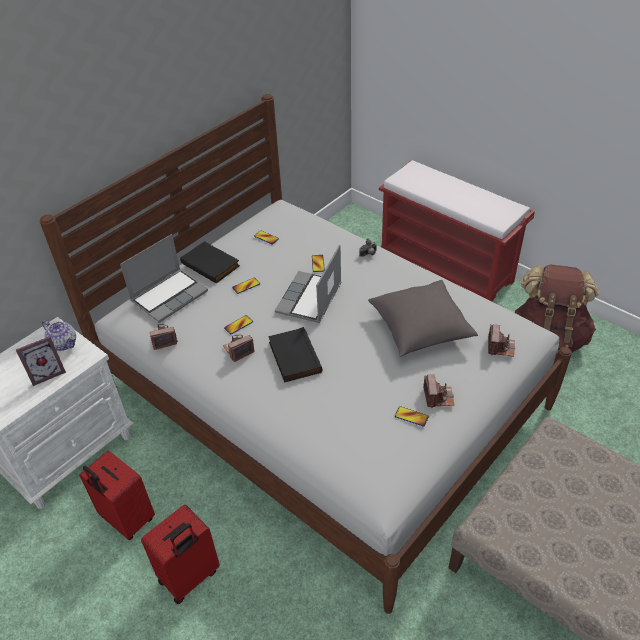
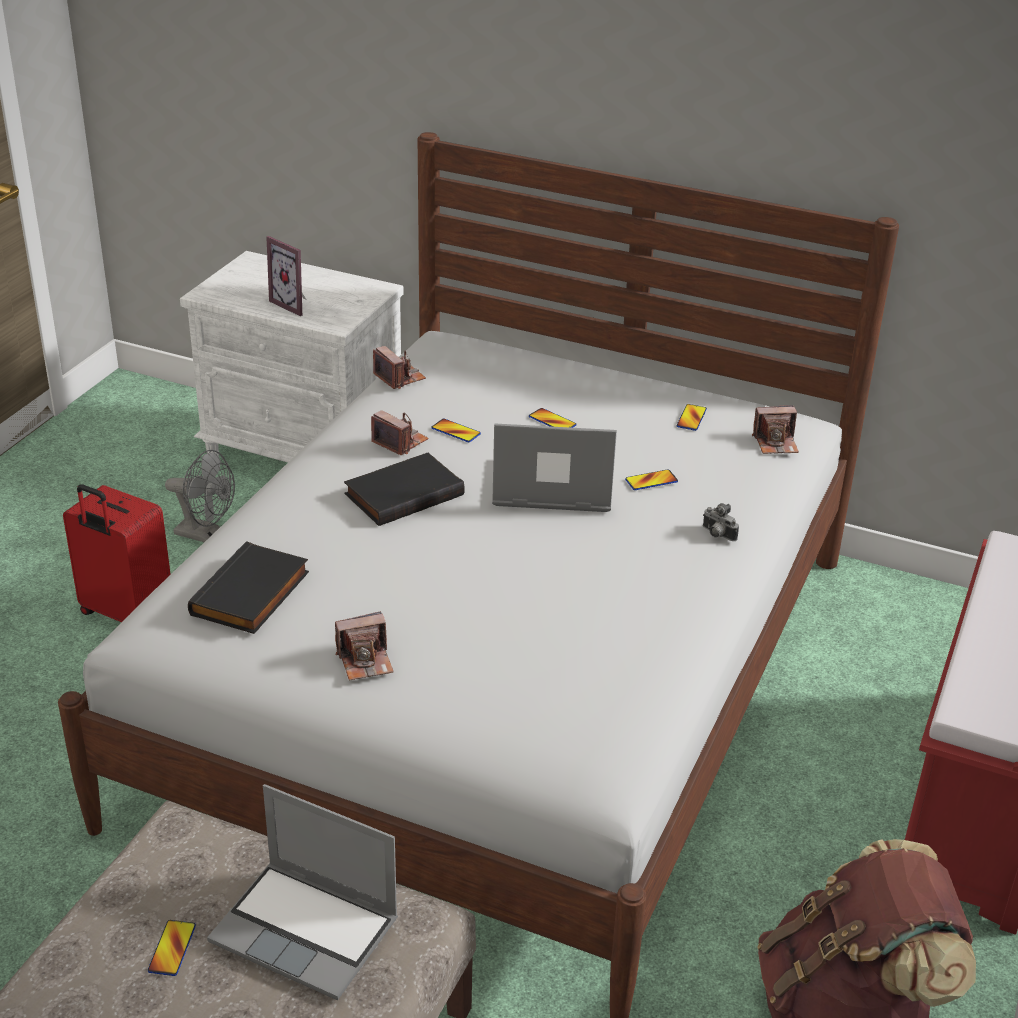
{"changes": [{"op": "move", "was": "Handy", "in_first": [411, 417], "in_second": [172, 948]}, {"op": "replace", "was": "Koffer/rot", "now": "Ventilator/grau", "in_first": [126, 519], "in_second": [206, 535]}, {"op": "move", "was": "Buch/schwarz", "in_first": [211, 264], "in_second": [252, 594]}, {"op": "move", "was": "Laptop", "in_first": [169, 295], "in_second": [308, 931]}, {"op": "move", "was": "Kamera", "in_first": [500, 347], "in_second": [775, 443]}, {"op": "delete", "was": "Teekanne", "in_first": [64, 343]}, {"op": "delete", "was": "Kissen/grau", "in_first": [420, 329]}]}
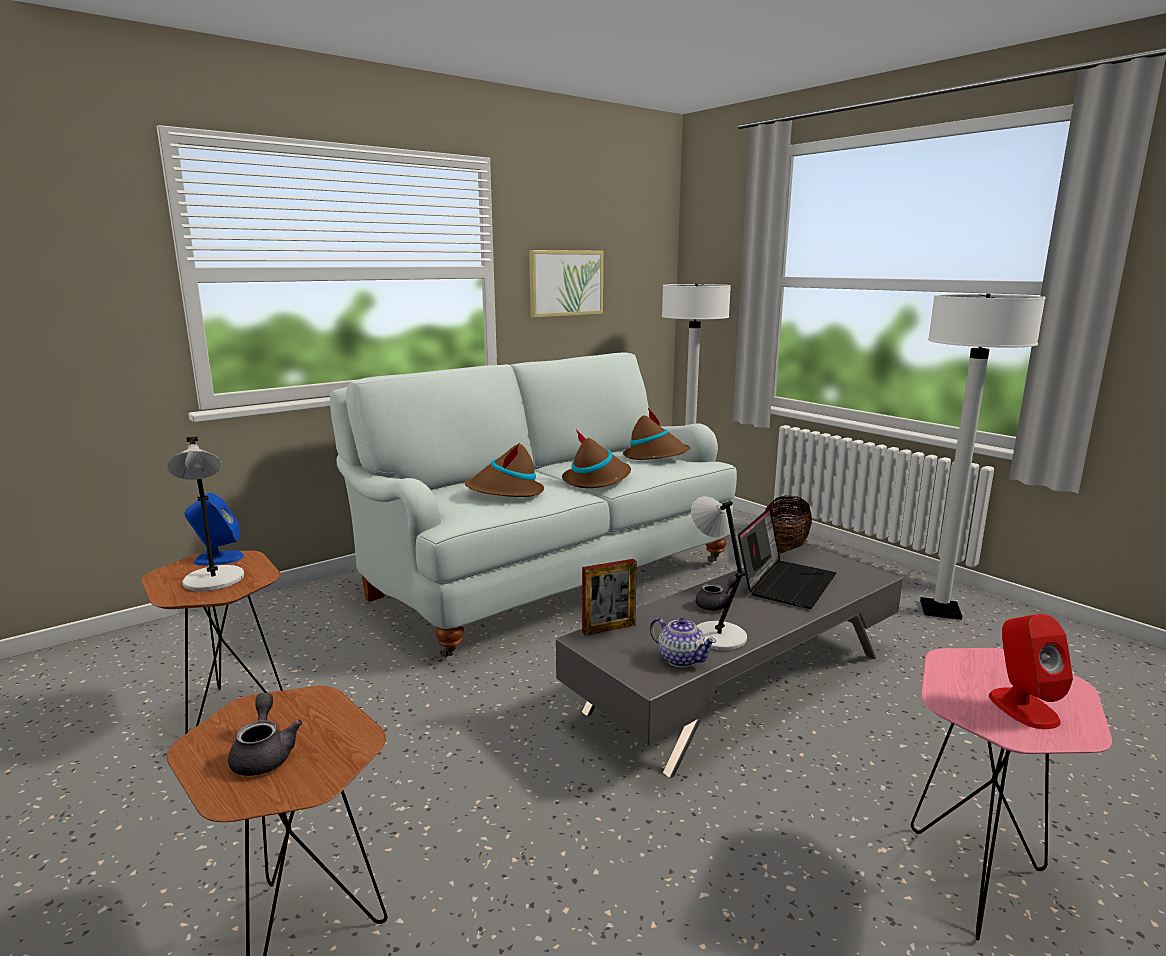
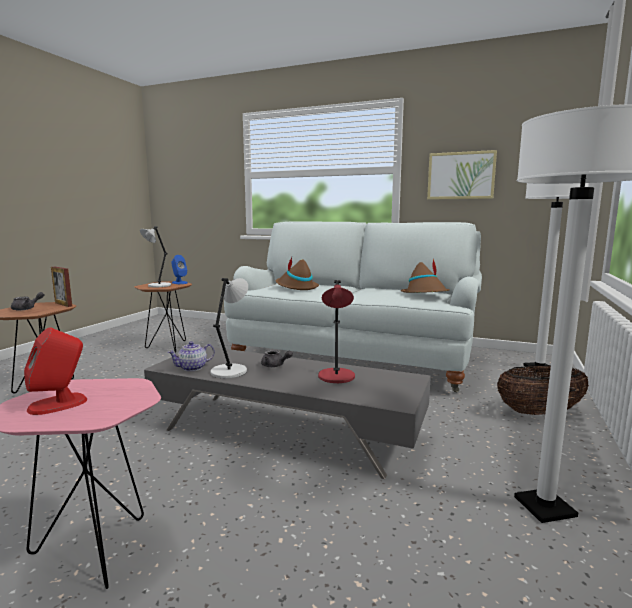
{"changes": [{"op": "move", "was": "Bilderrahmen", "in_first": [608, 628], "in_second": [63, 304]}, {"op": "rotate", "was": "Teekanne", "in_first": [681, 659], "in_second": [193, 368], "clockwise": 45}, {"op": "replace", "was": "Laptop", "now": "Tischlampe/rot", "in_first": [785, 583], "in_second": [336, 377]}, {"op": "delete", "was": "Hut/braun", "in_first": [597, 480]}]}
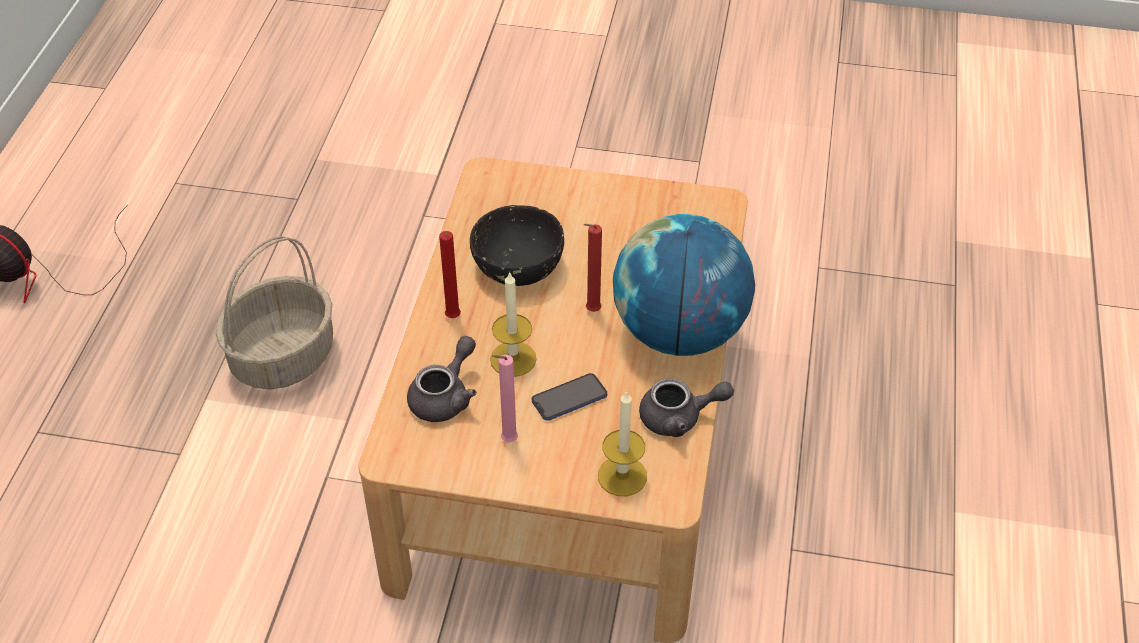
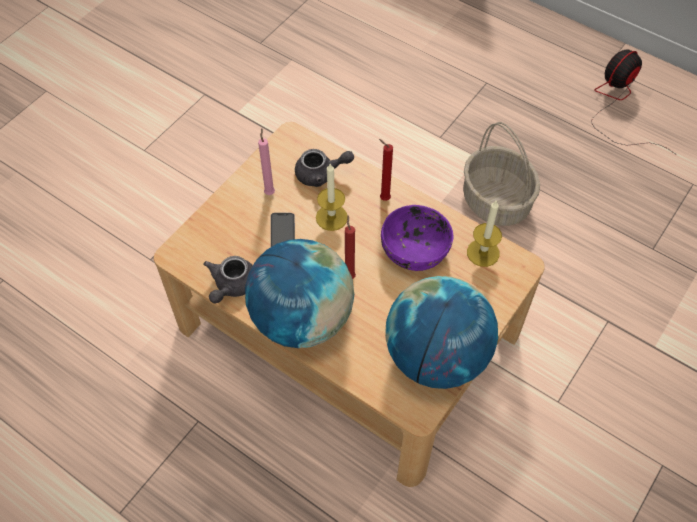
{"changes": [{"op": "rotate", "was": "Teekanne/grau", "in_first": [445, 396], "in_second": [321, 174], "clockwise": -60}, {"op": "recolor", "was": "Schüssel/schwarz", "now": "Schüssel/lila", "in_first": [517, 264], "in_second": [415, 250]}, {"op": "insert", "now": "Globus", "in_second": [436, 356]}, {"op": "move", "was": "Kerze", "in_first": [622, 476], "in_second": [483, 252]}]}
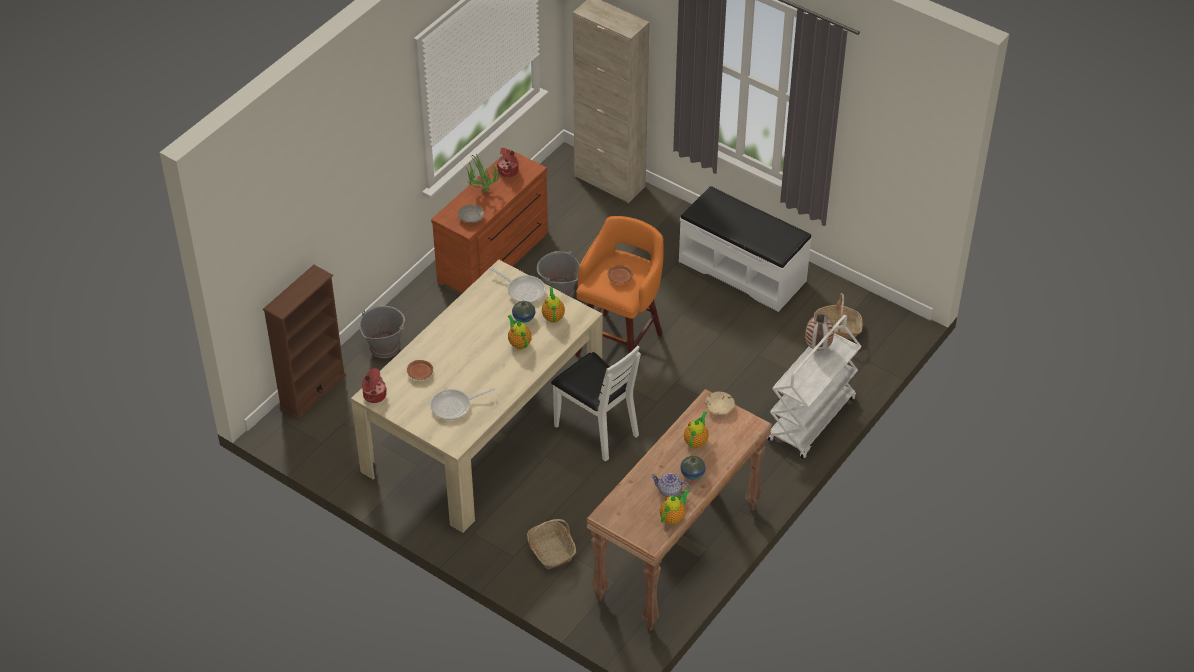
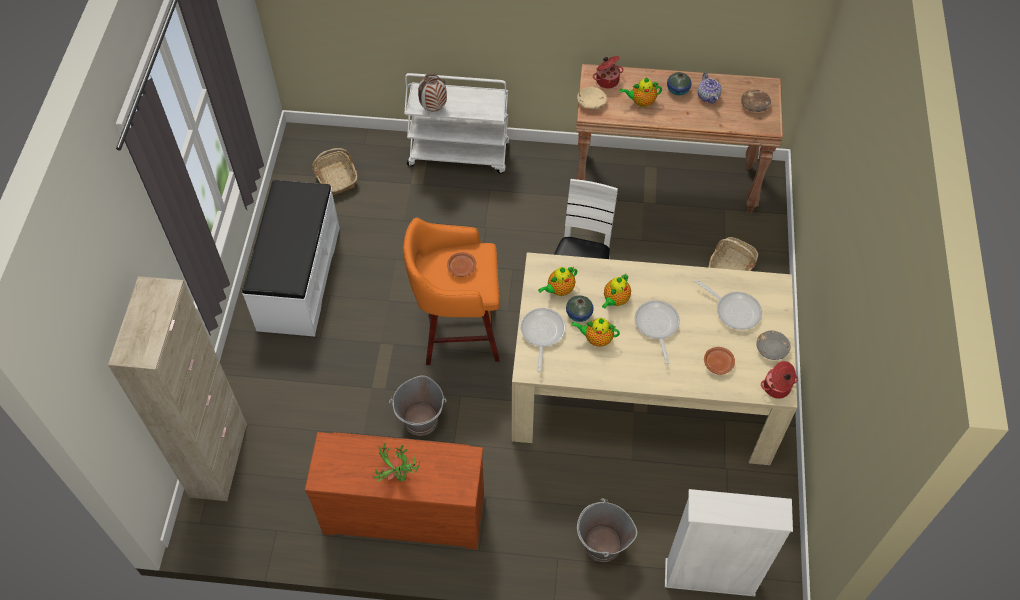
{"changes": [{"op": "move", "was": "Teekanne", "in_first": [673, 517], "in_second": [596, 339]}, {"op": "move", "was": "Kochtopf", "in_first": [509, 171], "in_second": [607, 80]}, {"op": "insert", "now": "Pfanne", "in_second": [656, 326]}, {"op": "recolor", "was": "Bücherregal/braun", "now": "Bücherregal/weiß", "in_first": [313, 391], "in_second": [709, 578]}, {"op": "insert", "now": "Schüssel/braun", "in_second": [755, 105]}, {"op": "move", "was": "Schüssel/grau", "in_first": [471, 218], "in_second": [772, 348]}]}
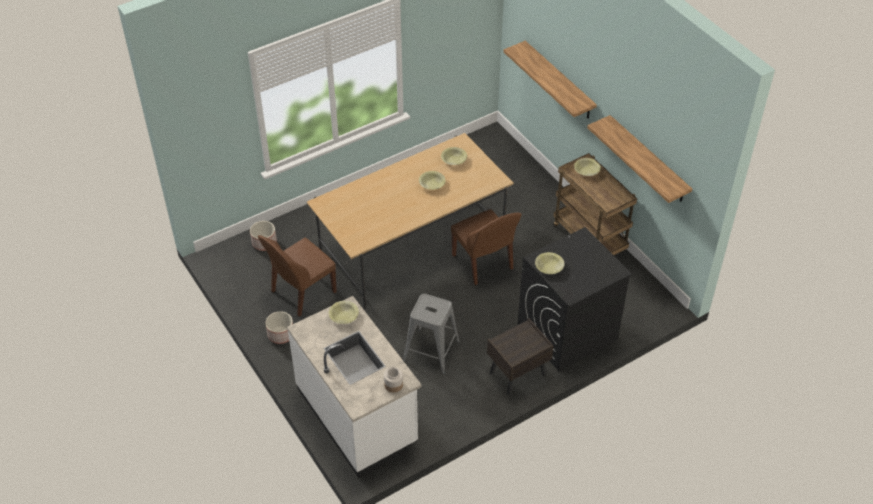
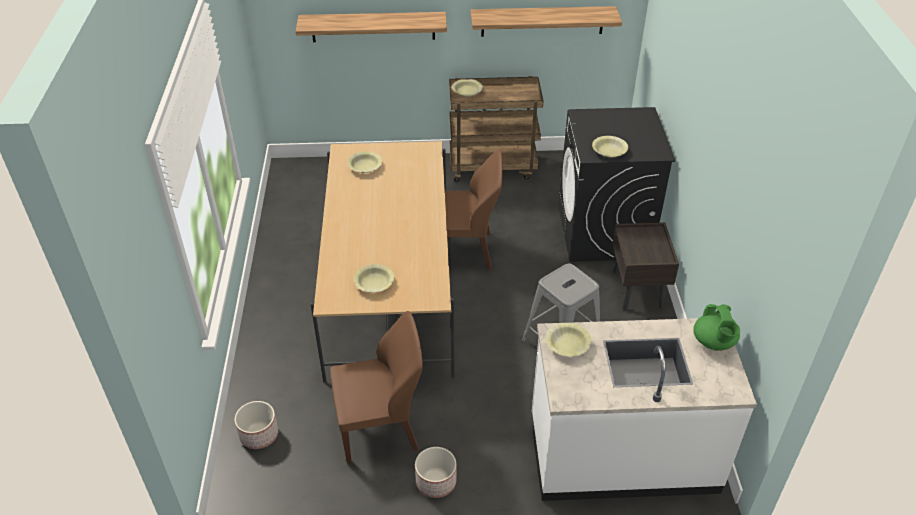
{"changes": [{"op": "rotate", "was": "Stuhl/braun", "in_first": [302, 292], "in_second": [380, 429], "clockwise": -90}, {"op": "move", "was": "Schüssel/gelb", "in_first": [432, 183], "in_second": [374, 283]}, {"op": "replace", "was": "Vorratsglas", "now": "Teekanne/grün", "in_first": [393, 385], "in_second": [714, 342]}]}
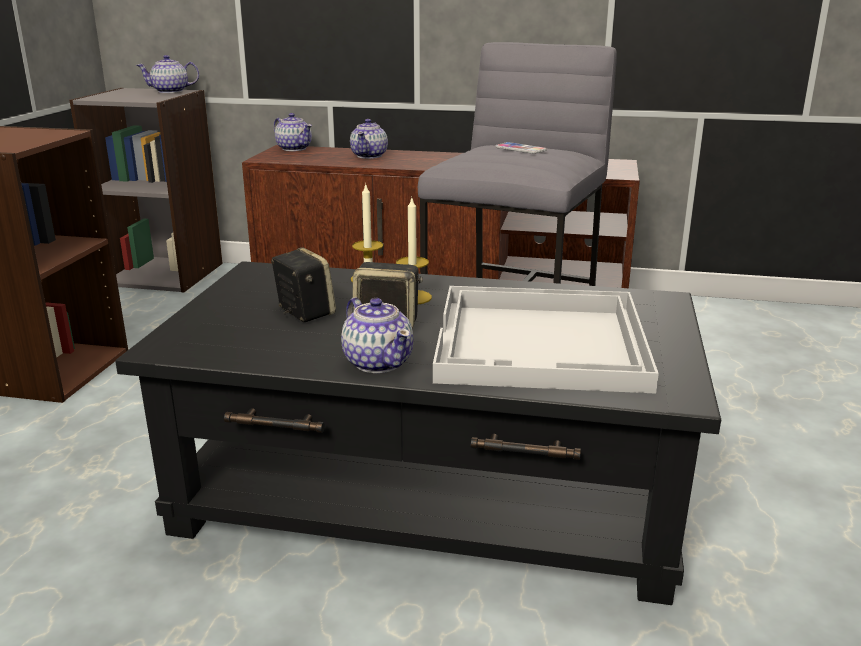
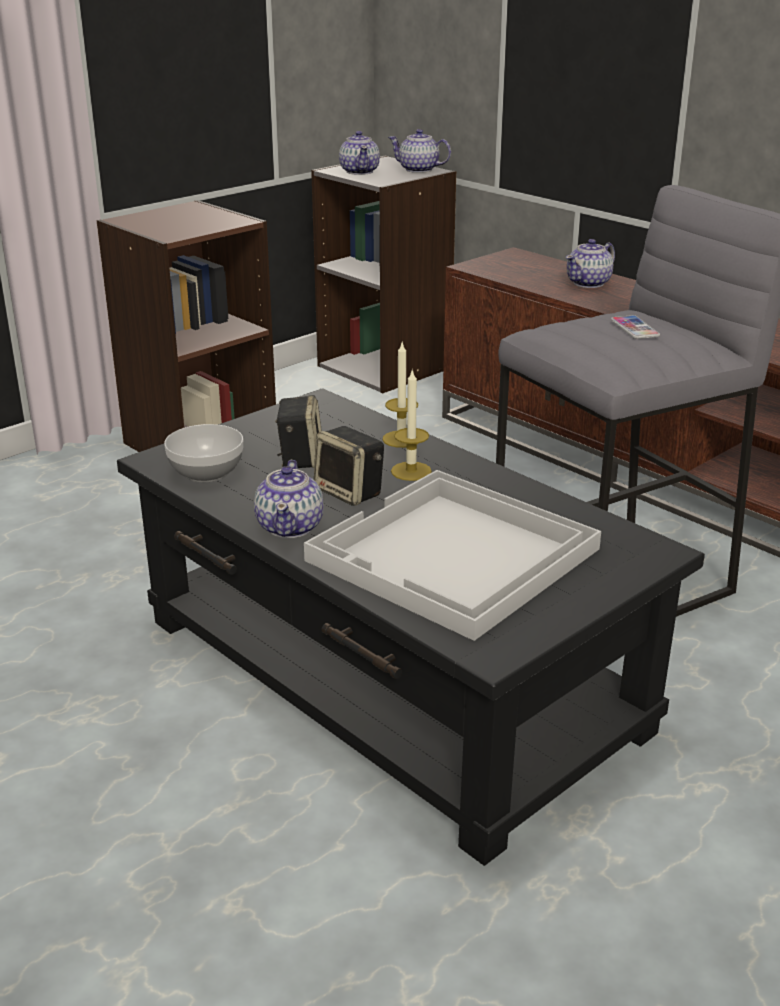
{"changes": [{"op": "insert", "now": "Schüssel", "in_second": [207, 473]}, {"op": "move", "was": "Teekanne", "in_first": [294, 148], "in_second": [360, 171]}]}
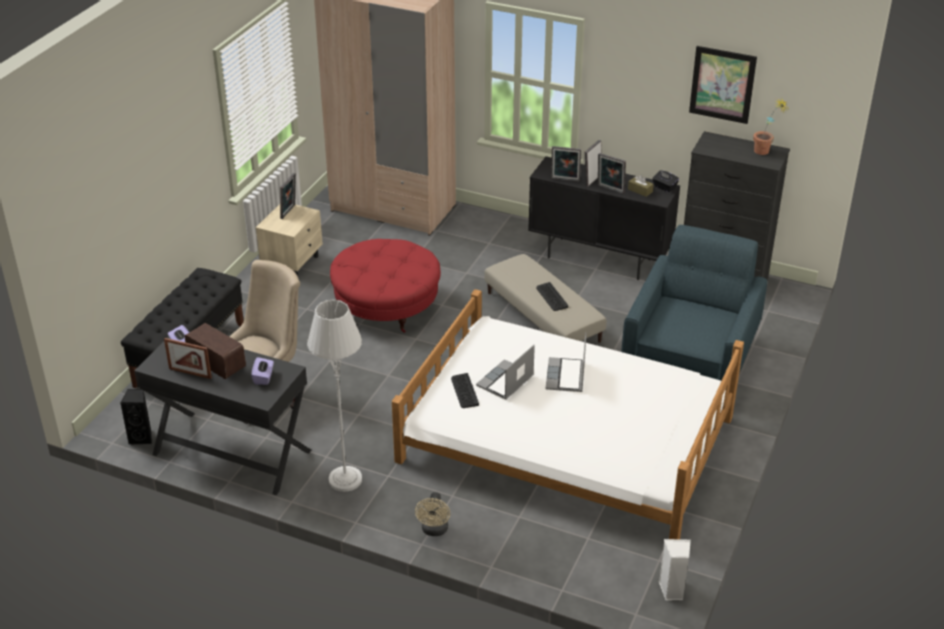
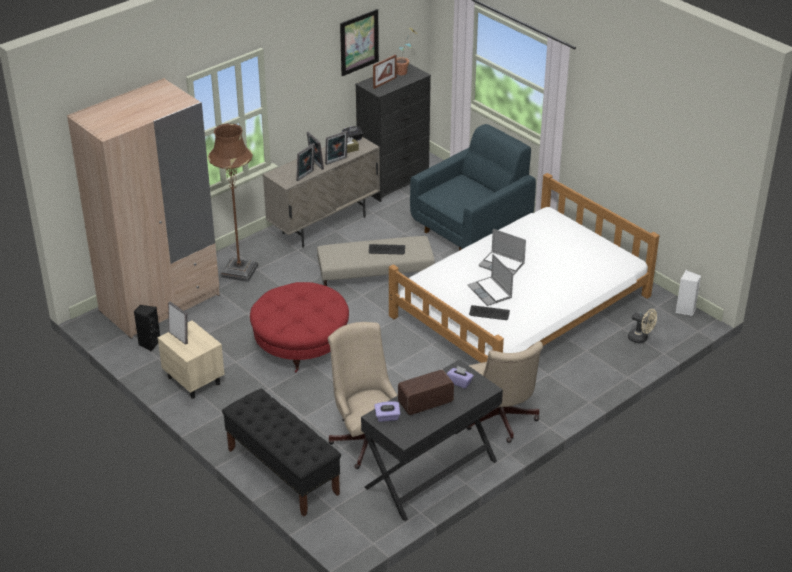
{"changes": [{"op": "move", "was": "Lautsprecher/schwarz", "in_first": [142, 437], "in_second": [149, 344]}, {"op": "insert", "now": "Stehlampe/braun", "in_second": [239, 271]}, {"op": "recolor", "was": "Schrank/schwarz", "now": "Schrank/beige", "in_first": [599, 259], "in_second": [324, 225]}, {"op": "move", "was": "Bilderrahmen", "in_first": [190, 373], "in_second": [384, 83]}, {"op": "rotate", "was": "Sessel/blau", "in_first": [690, 359], "in_second": [472, 227], "clockwise": 90}, {"op": "replace", "was": "Stehlampe/grau", "now": "Bürostuhl/beige", "in_first": [345, 480], "in_second": [500, 421]}, {"op": "move", "was": "Ventilator/beige", "in_first": [434, 531], "in_second": [641, 338]}]}
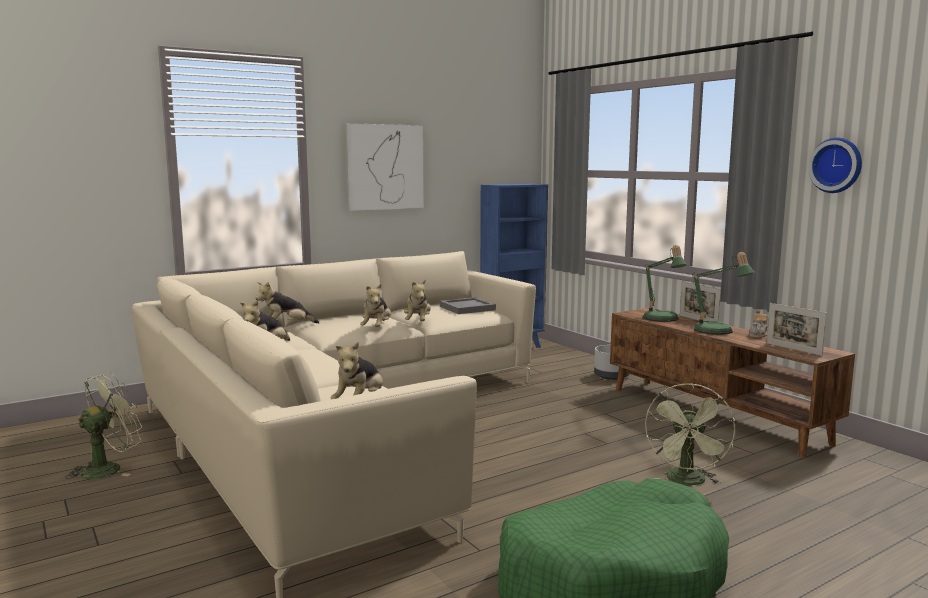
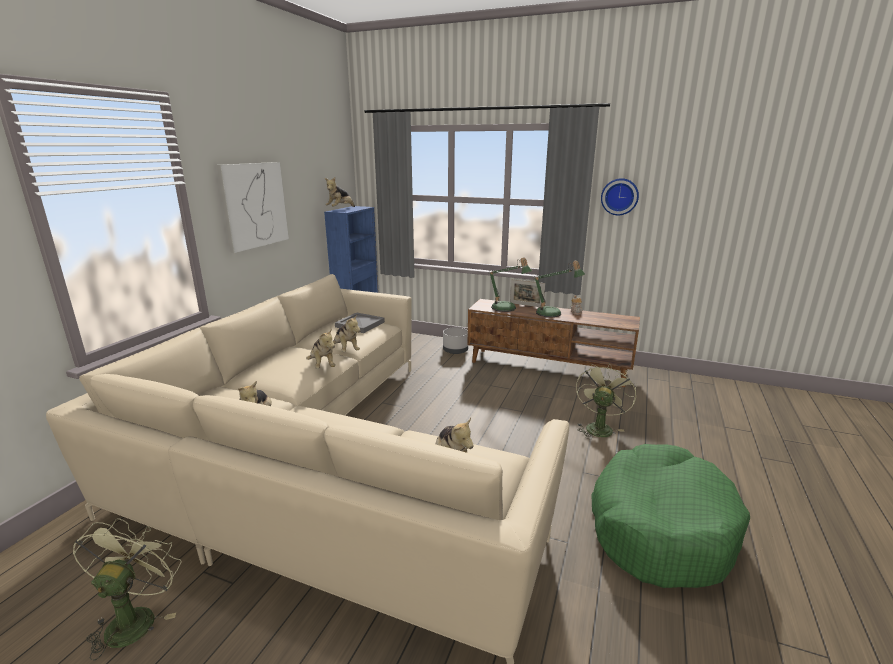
{"changes": [{"op": "move", "was": "Plüschtier", "in_first": [286, 326], "in_second": [340, 209]}, {"op": "rotate", "was": "Ventilator/grün", "in_first": [688, 482], "in_second": [599, 427], "clockwise": -135}, {"op": "delete", "was": "Bilderrahmen", "in_first": [793, 349]}]}
